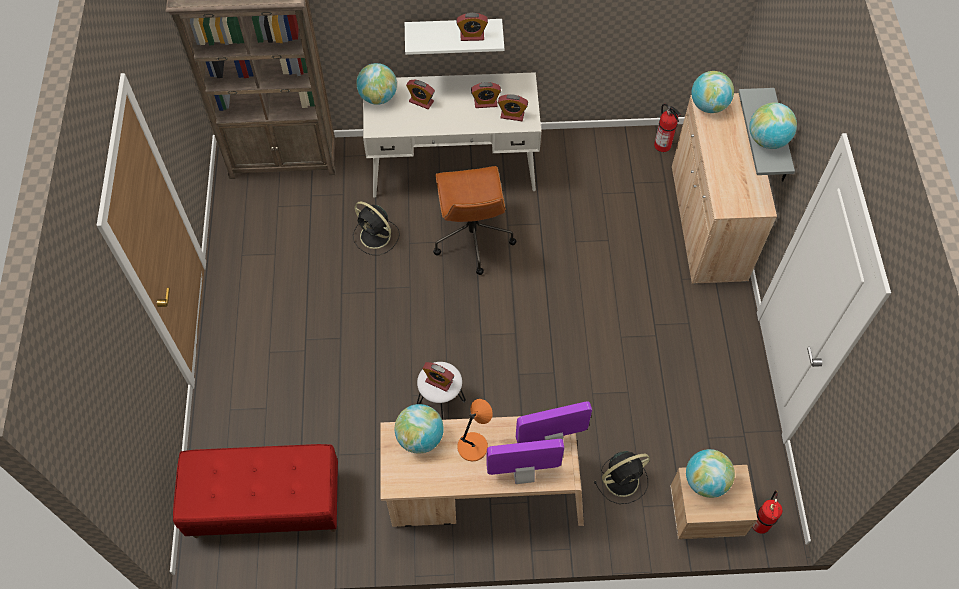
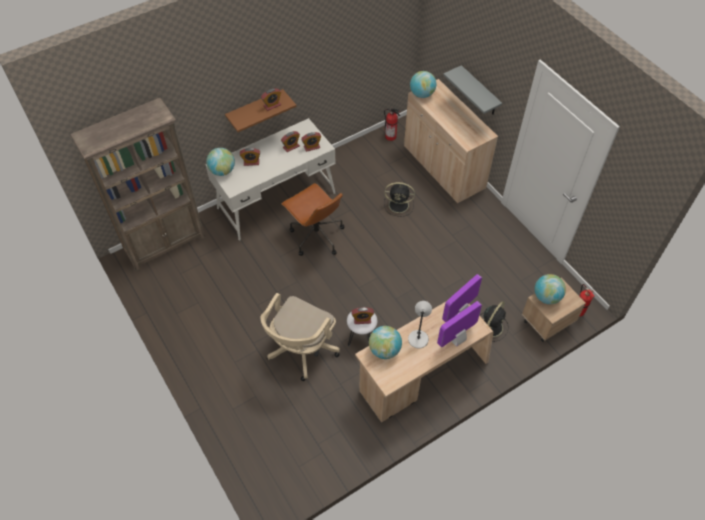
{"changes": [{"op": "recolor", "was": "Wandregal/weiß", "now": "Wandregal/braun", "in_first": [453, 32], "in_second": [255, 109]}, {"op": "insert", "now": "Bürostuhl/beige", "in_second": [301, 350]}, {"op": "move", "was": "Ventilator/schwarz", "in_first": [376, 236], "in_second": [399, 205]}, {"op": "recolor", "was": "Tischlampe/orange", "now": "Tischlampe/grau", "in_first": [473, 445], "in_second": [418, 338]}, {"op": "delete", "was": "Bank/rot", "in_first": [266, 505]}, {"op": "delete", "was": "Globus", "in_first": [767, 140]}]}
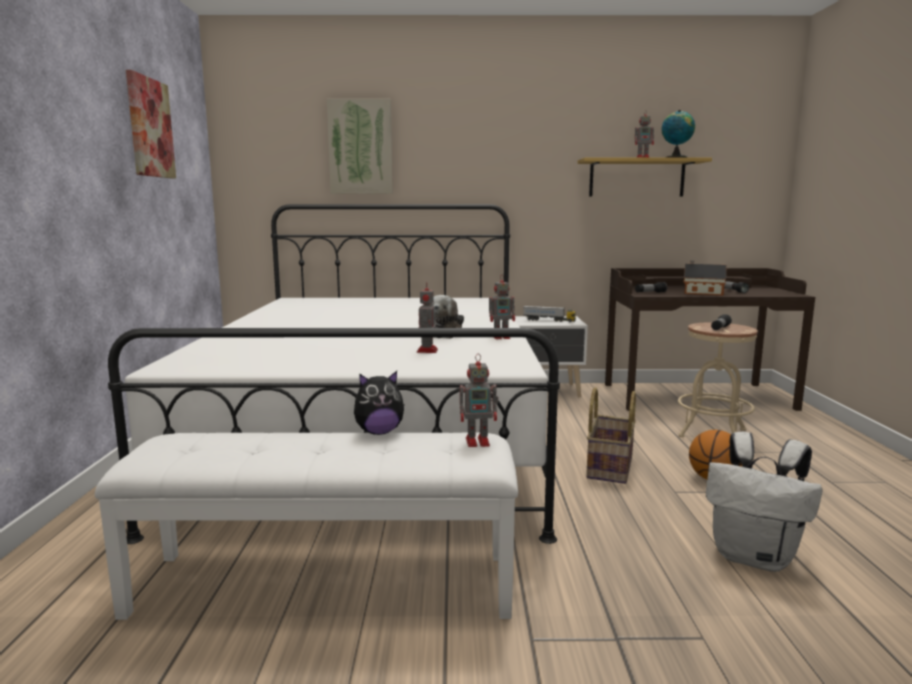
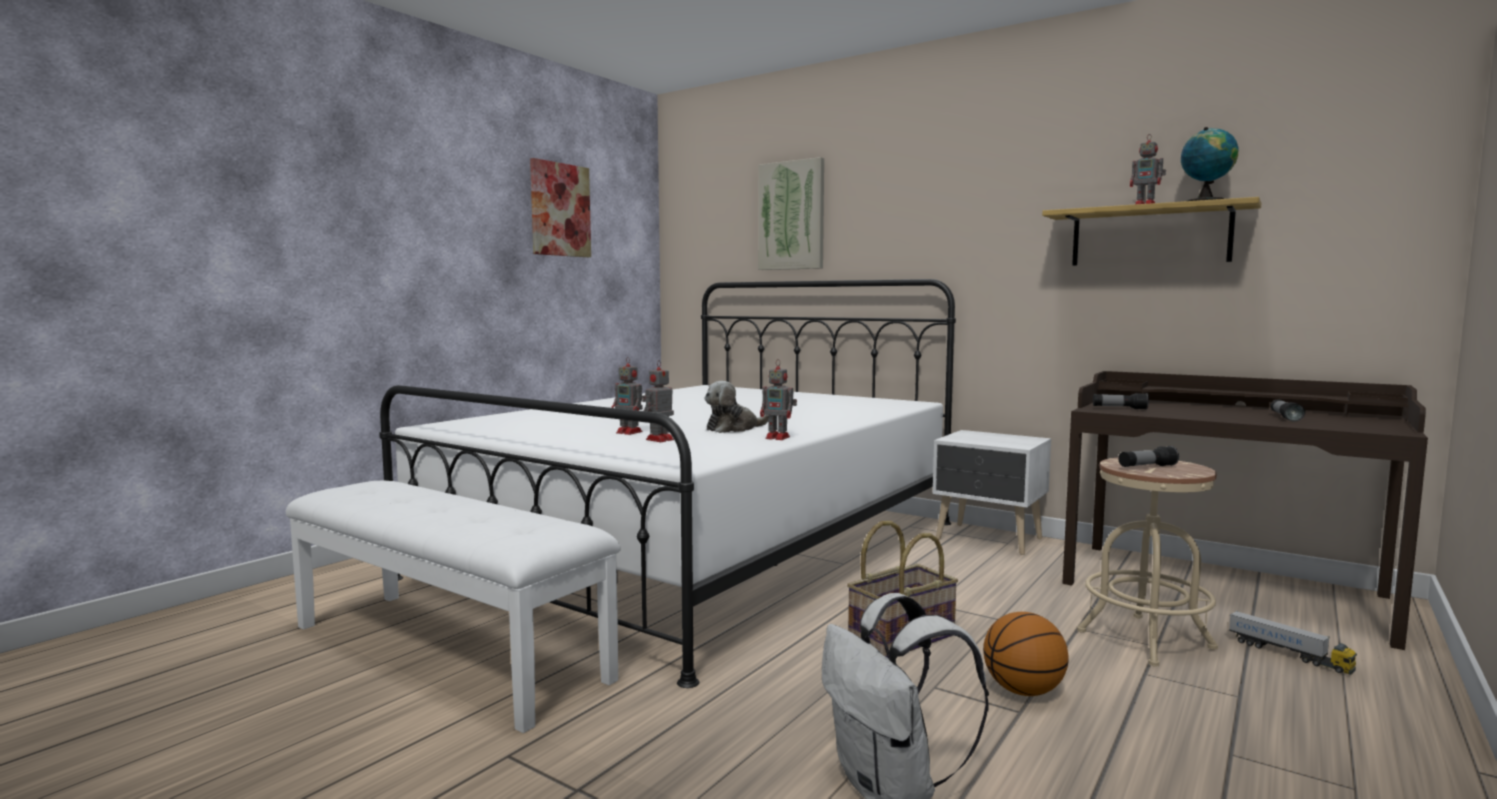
{"changes": [{"op": "move", "was": "Spielzeugroboter", "in_first": [479, 442], "in_second": [630, 432]}, {"op": "move", "was": "Spielzeuglaster", "in_first": [549, 320], "in_second": [1288, 654]}, {"op": "delete", "was": "Plüschtier", "in_first": [379, 432]}, {"op": "delete", "was": "Spielzeughaus", "in_first": [701, 293]}]}
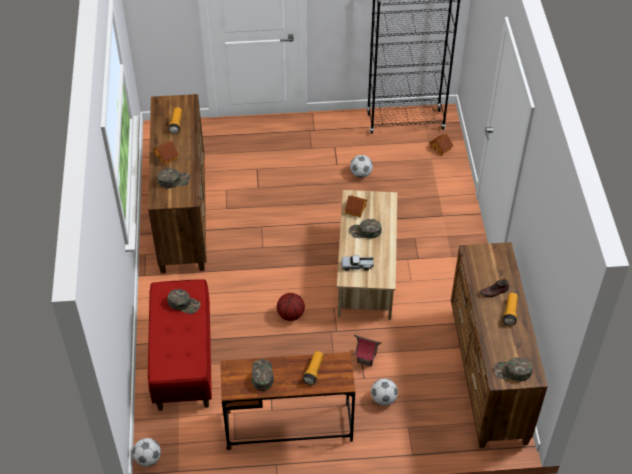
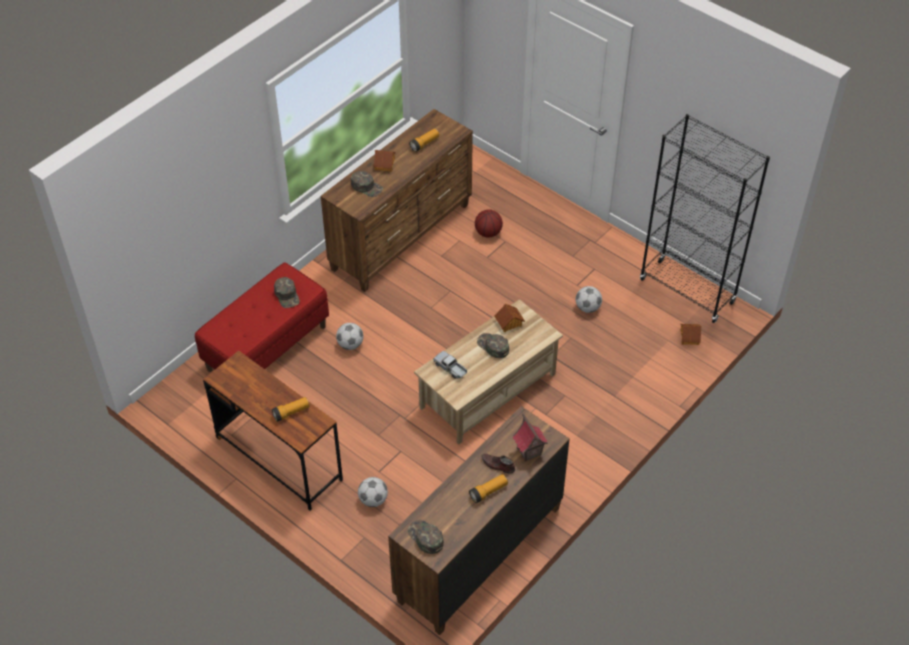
{"changes": [{"op": "move", "was": "Fußball", "in_first": [148, 459], "in_second": [350, 344]}, {"op": "move", "was": "Basketball", "in_first": [291, 314], "in_second": [488, 233]}, {"op": "move", "was": "Spielzeughaus", "in_first": [366, 359], "in_second": [528, 452]}, {"op": "delete", "was": "Kappe/grün", "in_first": [262, 375]}]}
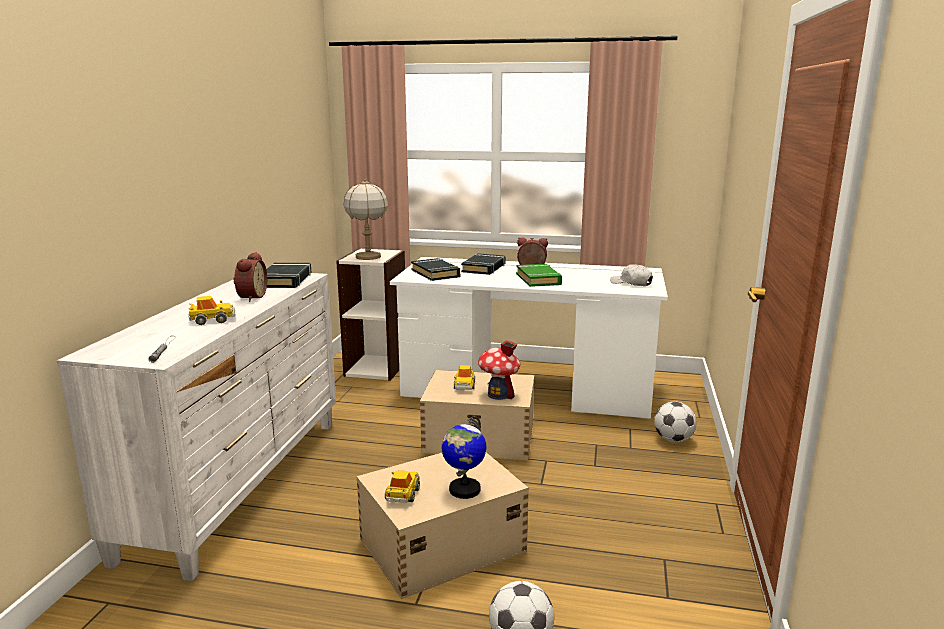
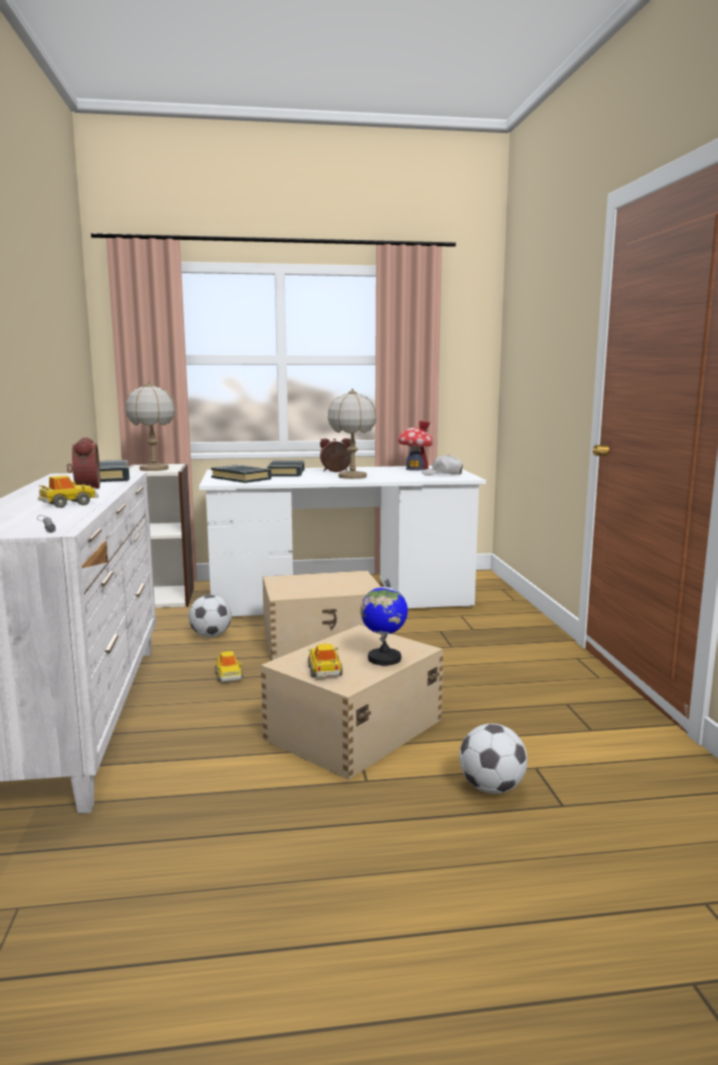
{"changes": [{"op": "move", "was": "Fußball", "in_first": [673, 440], "in_second": [211, 635]}, {"op": "move", "was": "Spielzeugauto", "in_first": [464, 386], "in_second": [229, 676]}, {"op": "replace", "was": "Buch/grün", "now": "Tischlampe", "in_first": [538, 279], "in_second": [352, 476]}, {"op": "move", "was": "Spielzeughaus", "in_first": [498, 395], "in_second": [415, 469]}]}
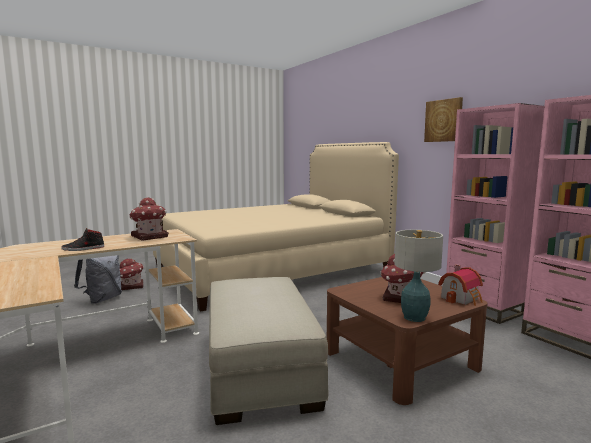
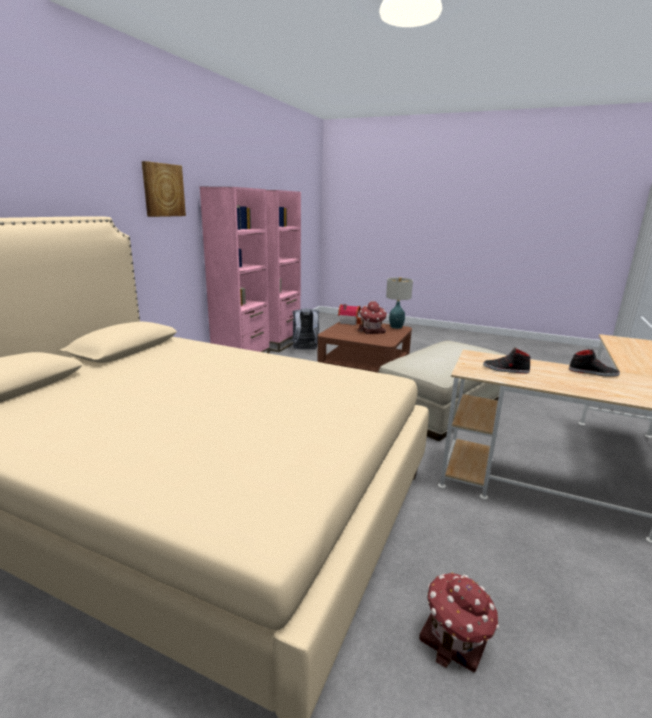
{"changes": [{"op": "move", "was": "Rucksack/grau", "in_first": [102, 299], "in_second": [305, 350]}, {"op": "replace", "was": "Spielzeughaus", "now": "Schuh/schwarz", "in_first": [149, 236], "in_second": [505, 369]}]}
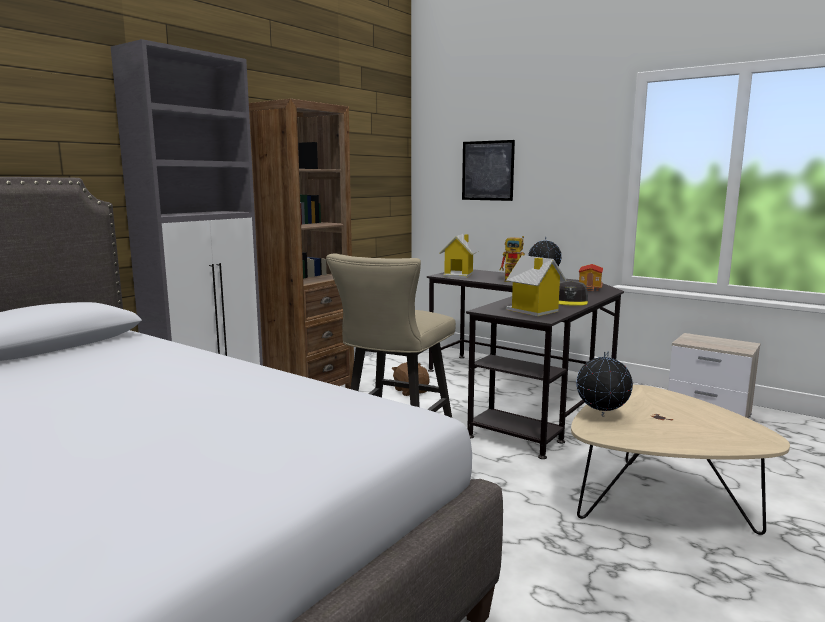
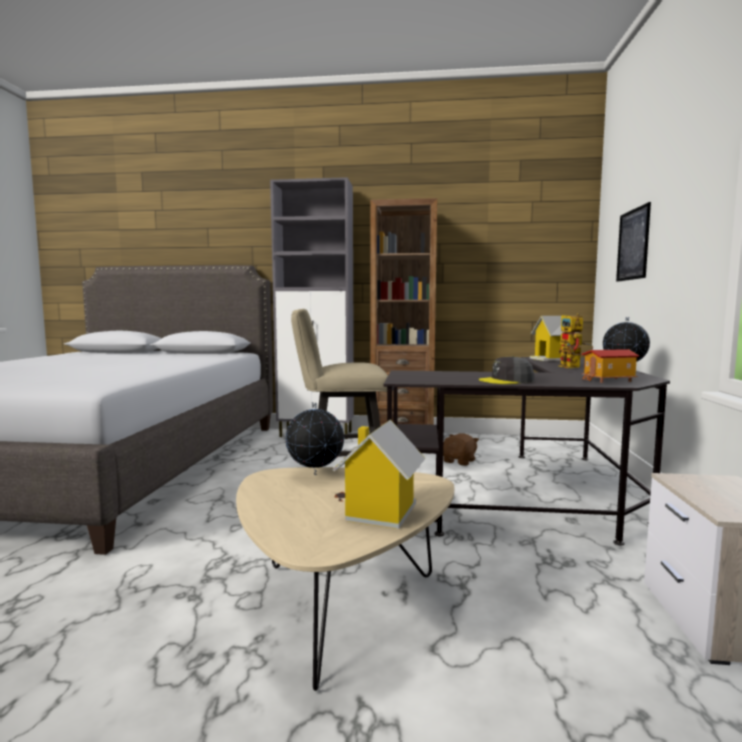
{"changes": [{"op": "move", "was": "Spielzeughaus", "in_first": [533, 311], "in_second": [379, 513]}]}
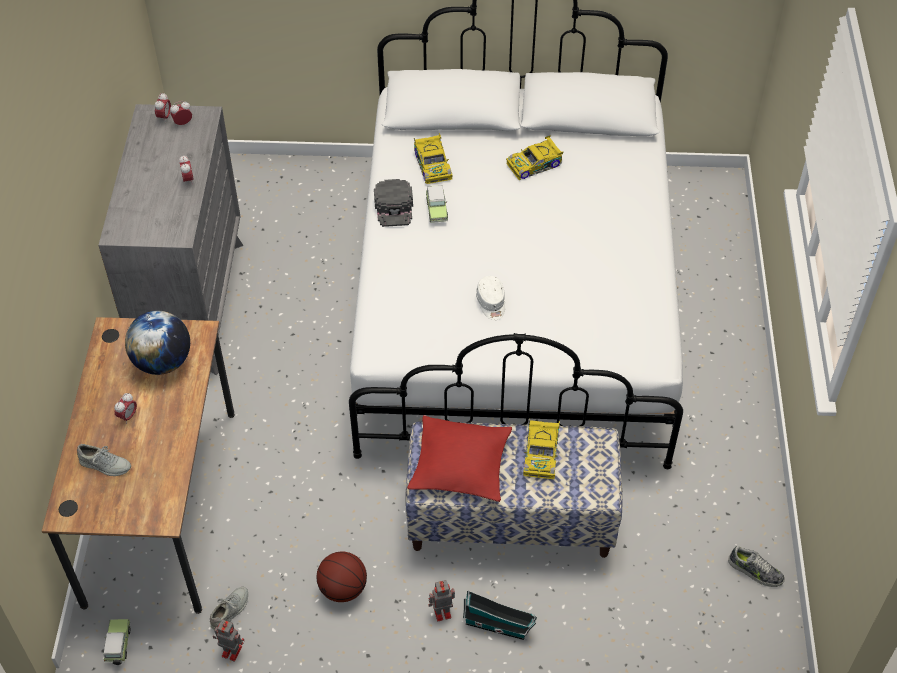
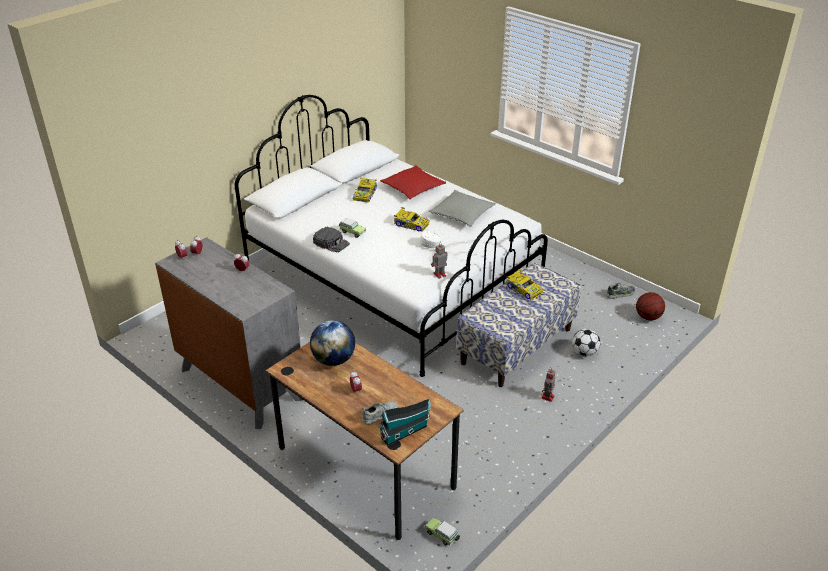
{"changes": [{"op": "move", "was": "Spielzeughaus", "in_first": [499, 626], "in_second": [405, 431]}, {"op": "move", "was": "Kissen/rot", "in_first": [460, 465], "in_second": [413, 188]}, {"op": "move", "was": "Spielzeugauto", "in_first": [433, 164], "in_second": [411, 224]}, {"op": "insert", "now": "Kissen/grau", "in_second": [462, 214]}, {"op": "move", "was": "Spielzeugroboter", "in_first": [231, 651], "in_second": [439, 274]}, {"op": "insert", "now": "Fußball", "in_second": [584, 352]}, {"op": "move", "was": "Basketball", "in_first": [343, 588], "in_second": [648, 317]}, {"op": "delete", "was": "Schuh/grau", "in_first": [230, 610]}]}
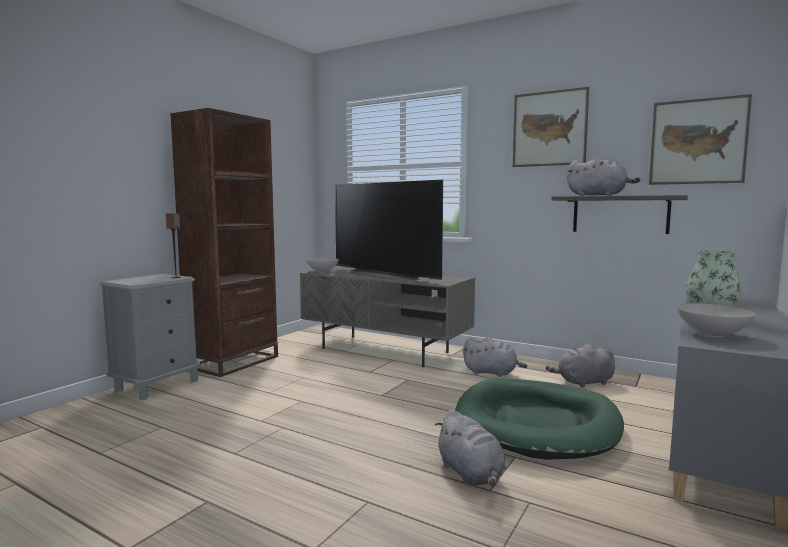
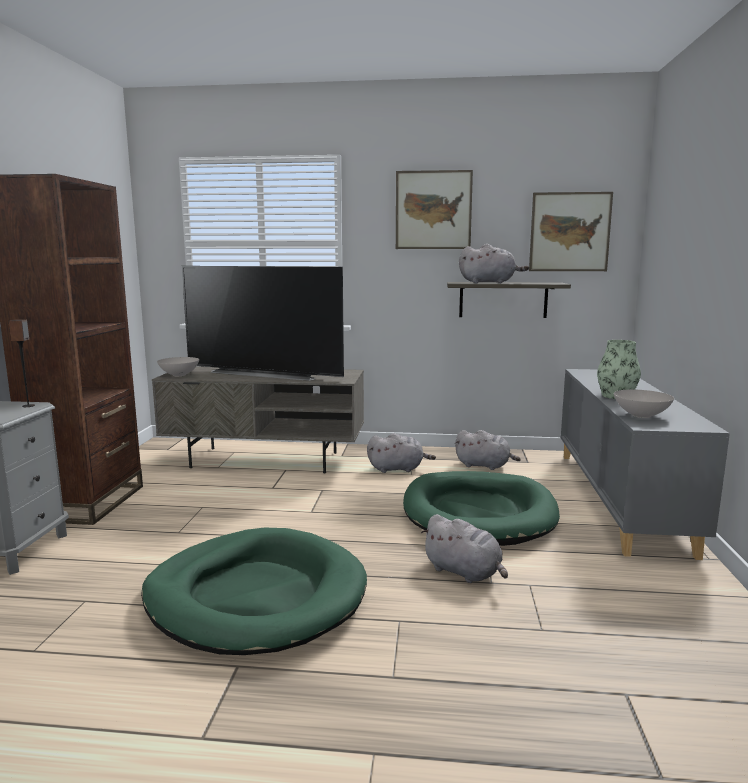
{"changes": [{"op": "insert", "now": "Hundebett/grün", "in_second": [256, 596]}, {"op": "rotate", "was": "Plüschtier/grau", "in_first": [583, 382], "in_second": [484, 466], "clockwise": -120}]}
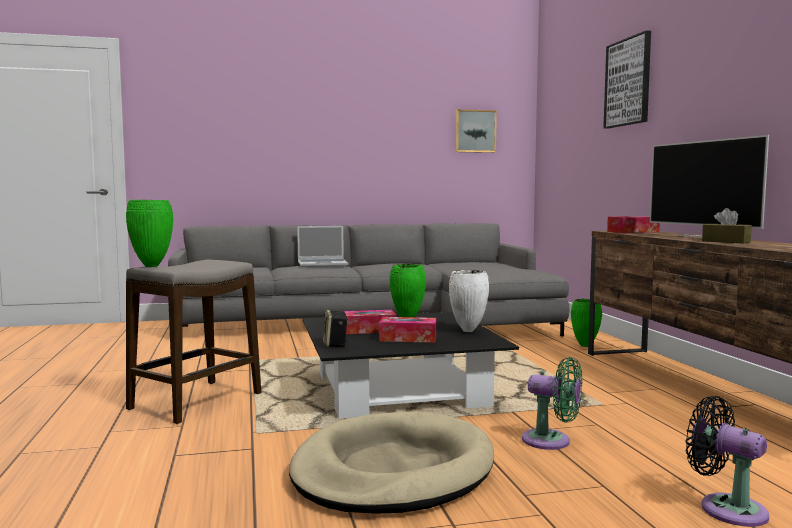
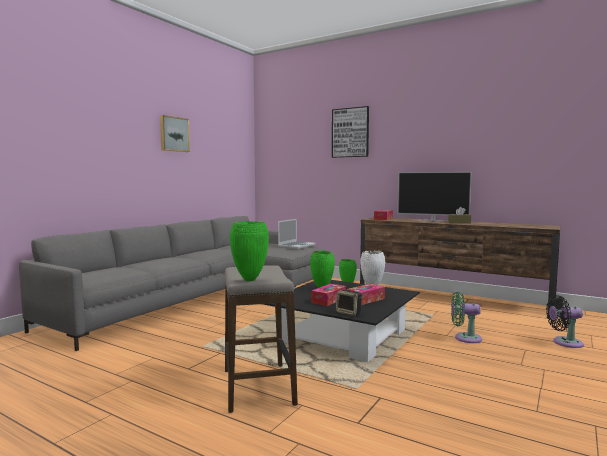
{"changes": [{"op": "move", "was": "Bild", "in_first": [475, 131], "in_second": [174, 134]}, {"op": "move", "was": "Laptop", "in_first": [323, 264], "in_second": [296, 246]}, {"op": "rotate", "was": "Ventilator/grün", "in_first": [551, 441], "in_second": [465, 338], "clockwise": -150}, {"op": "delete", "was": "Hundebett/beige", "in_first": [392, 470]}]}
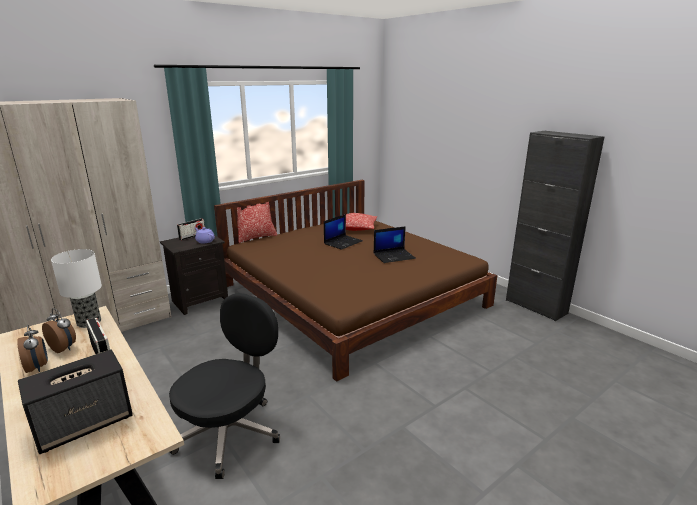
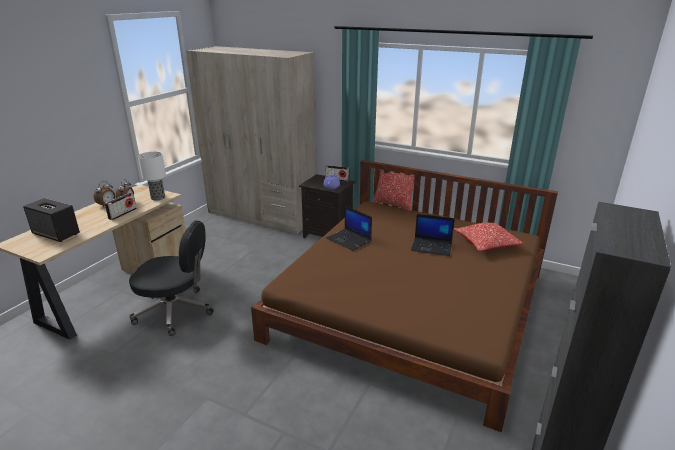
{"changes": [{"op": "move", "was": "Laptop", "in_first": [394, 256], "in_second": [349, 240]}]}
